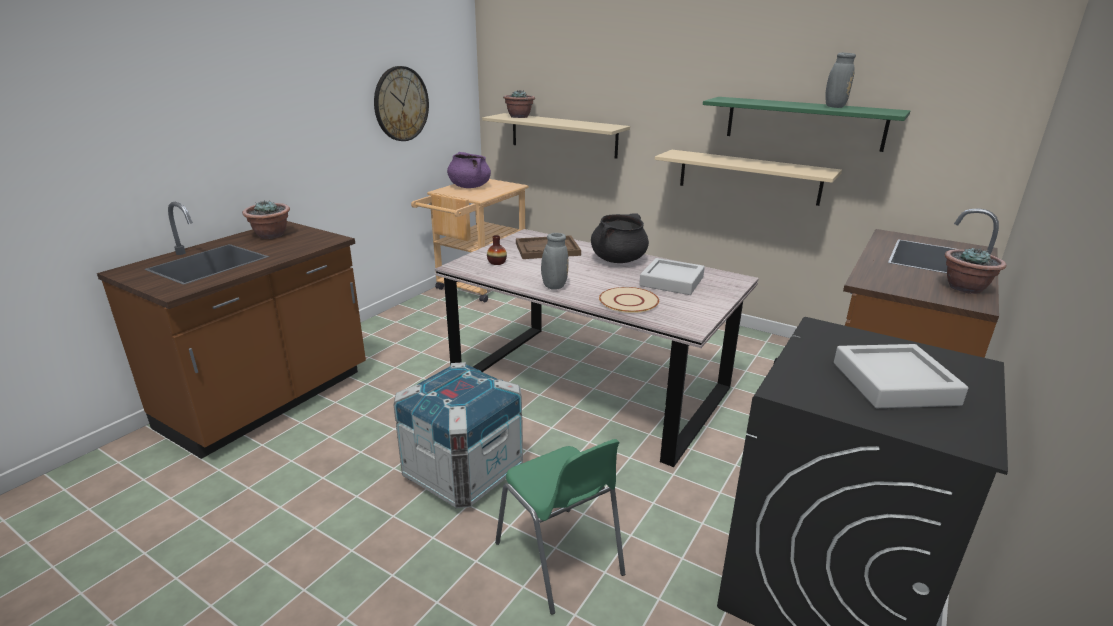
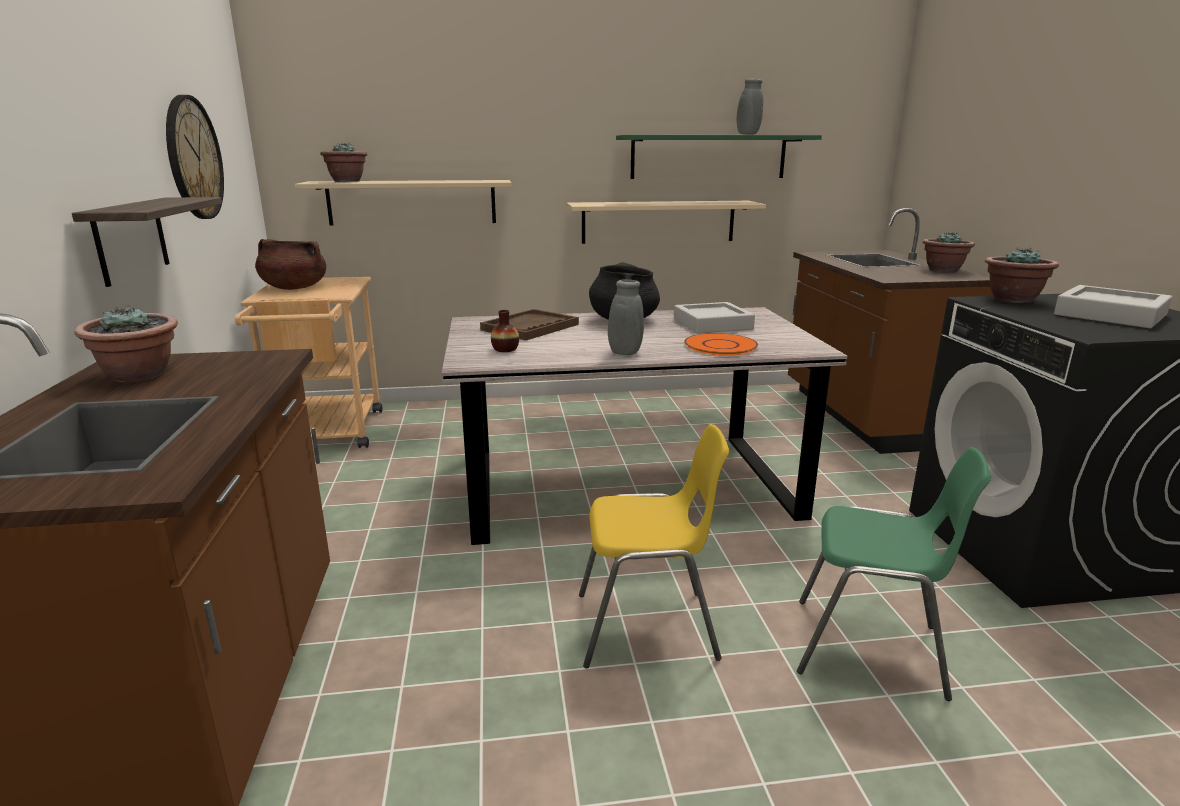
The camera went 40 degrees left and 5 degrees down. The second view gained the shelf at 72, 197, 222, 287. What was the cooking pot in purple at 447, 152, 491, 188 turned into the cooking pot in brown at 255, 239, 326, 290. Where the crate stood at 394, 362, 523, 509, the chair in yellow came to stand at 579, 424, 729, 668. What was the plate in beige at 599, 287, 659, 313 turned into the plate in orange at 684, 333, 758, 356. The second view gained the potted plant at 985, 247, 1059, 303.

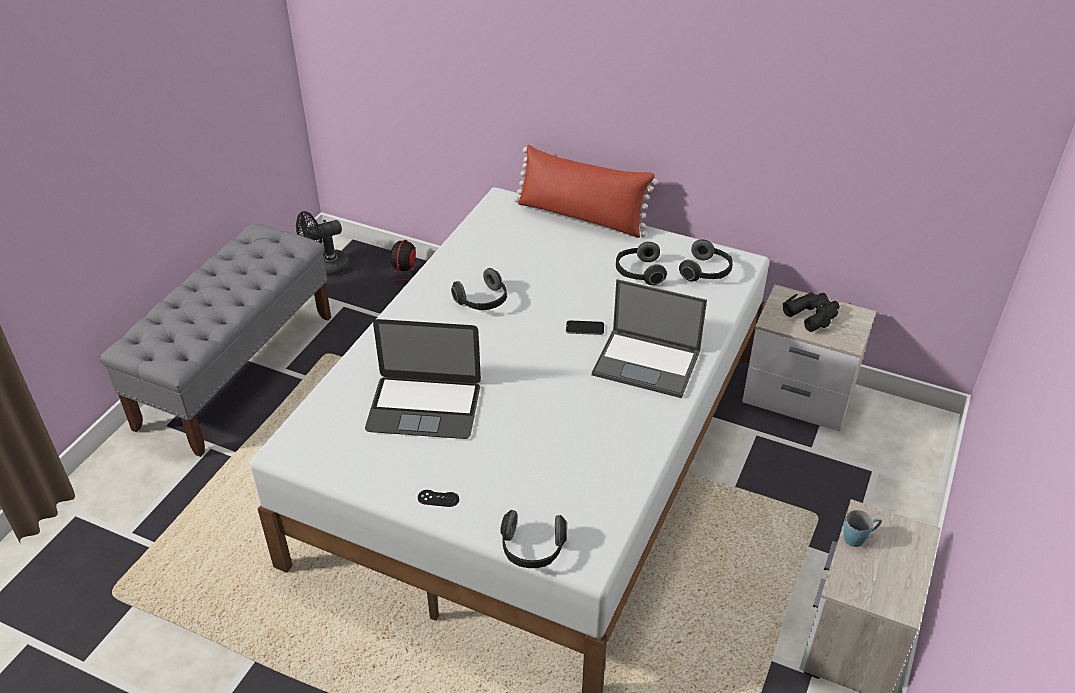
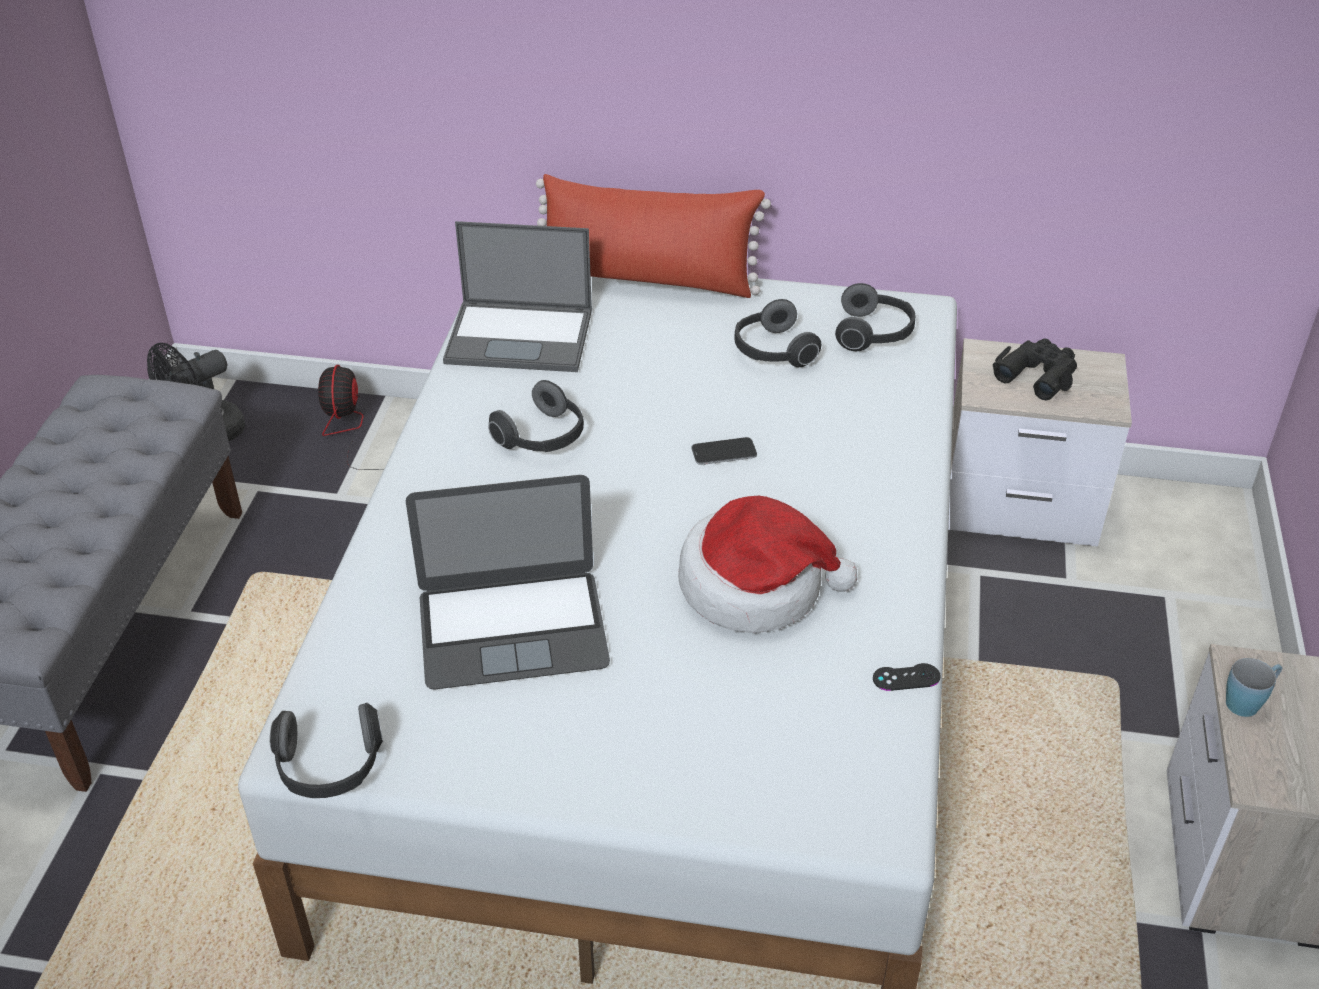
The camera went 15 degrees left and 0 degrees up. The headphones ended up elsewhere, having gone from 500, 510, 567, 568 to 270, 703, 383, 798. The laptop ended up elsewhere, having gone from 592, 279, 707, 398 to 443, 221, 592, 372. The second view gained the hat at 678, 496, 857, 633. The game controller in black ended up elsewhere, having gone from 418, 490, 459, 507 to 873, 663, 940, 691.

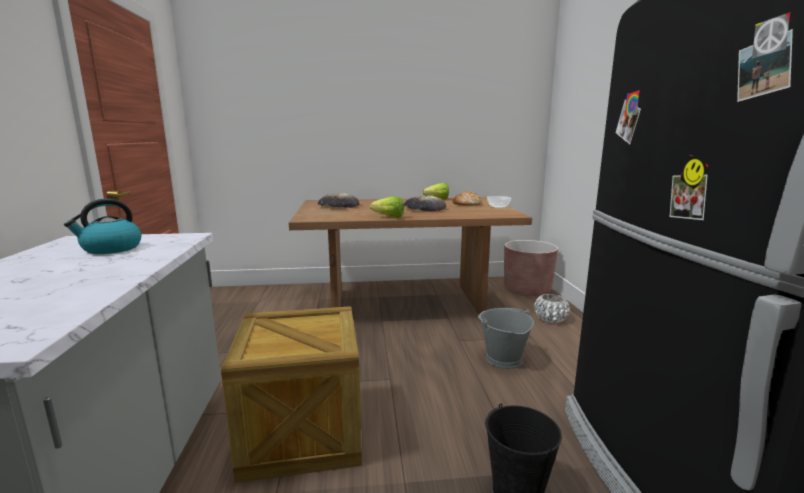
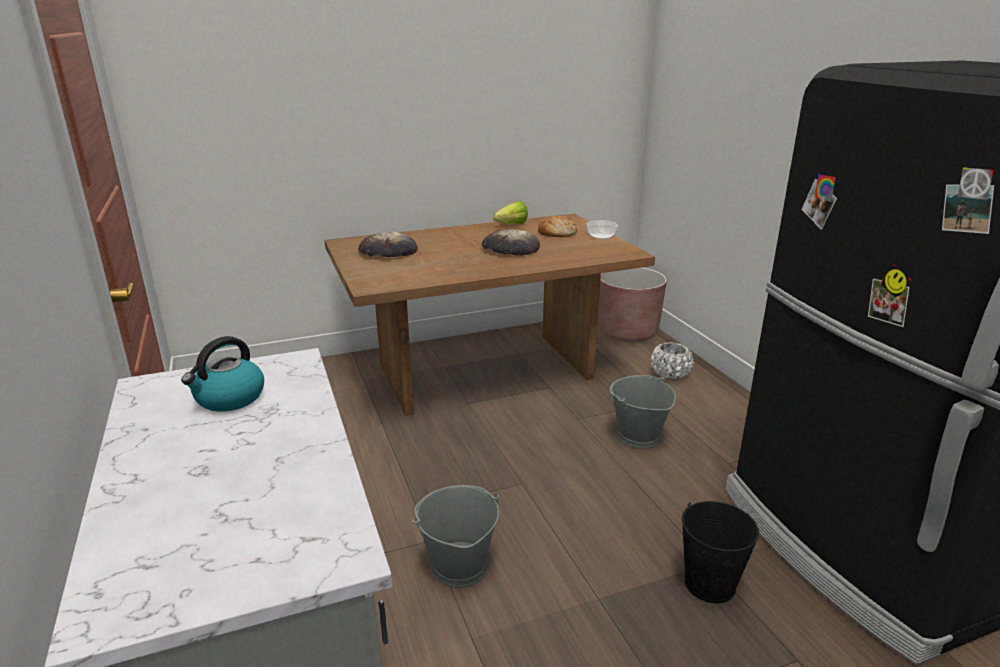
The camera went 15 degrees left and 10 degrees up. Where the crate stood at 221, 306, 362, 483, the bucket in grey came to stand at 412, 485, 500, 588. The second view lost the lettuce at 370, 196, 404, 218.

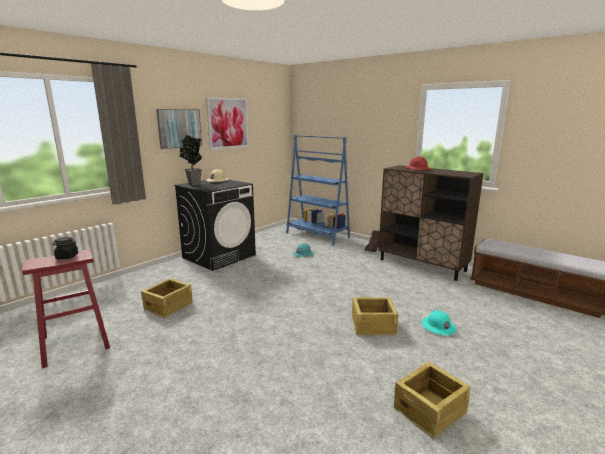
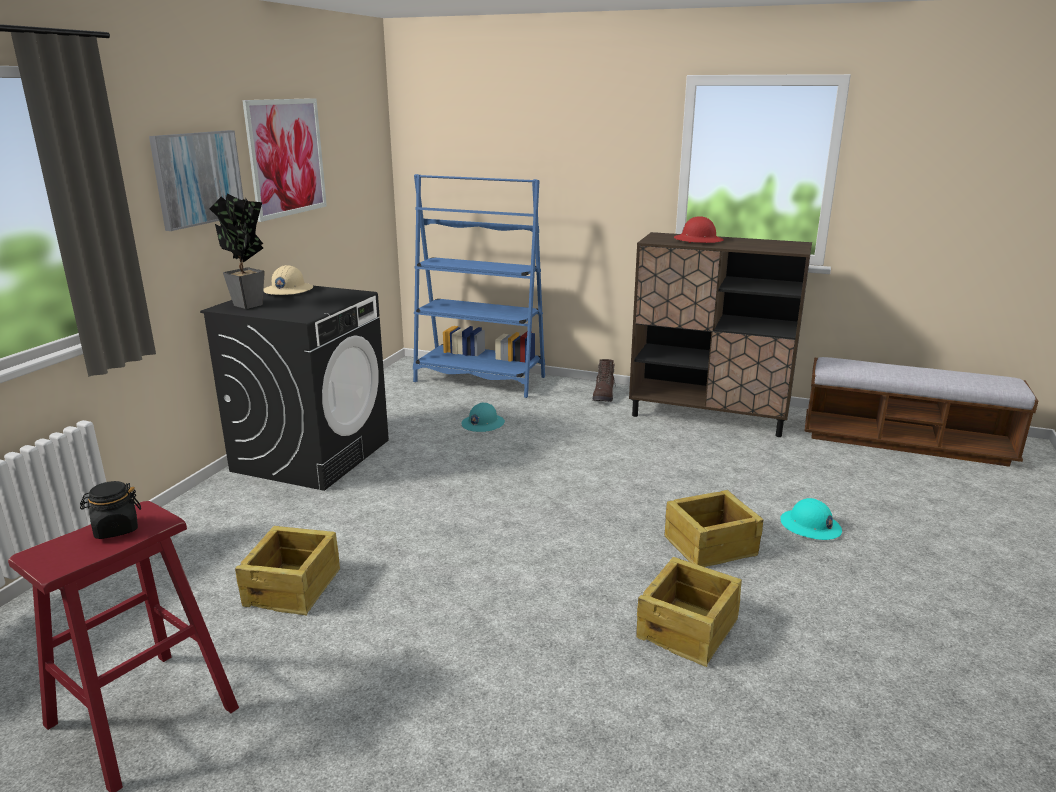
The camera went 20 degrees left and 5 degrees up. The crate ended up elsewhere, having gone from 394, 362, 471, 440 to 636, 557, 742, 667.

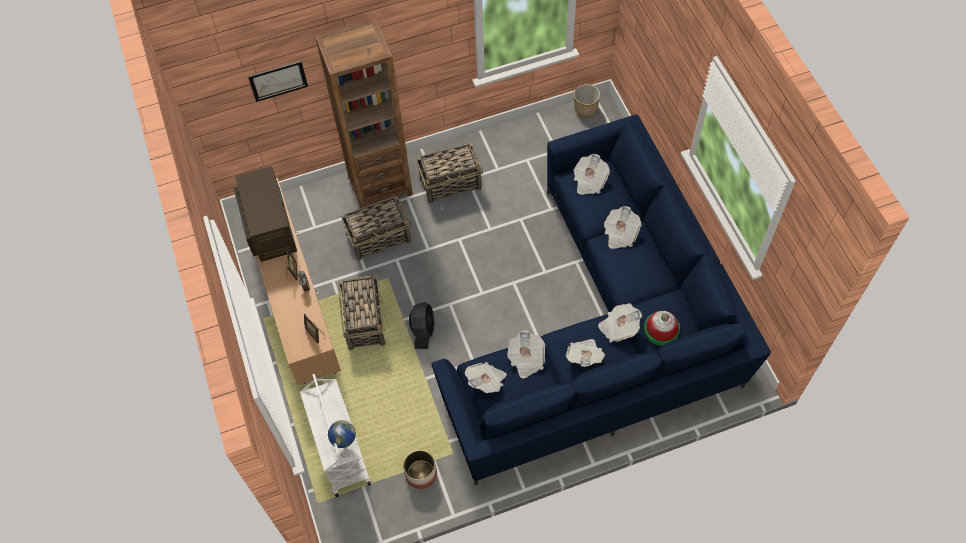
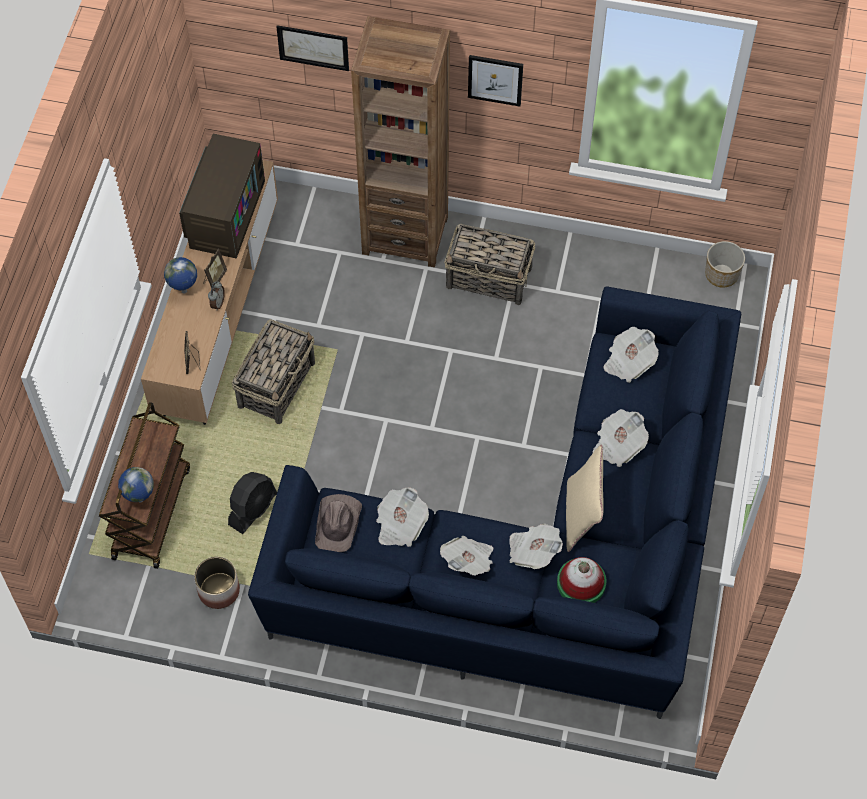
The camera went 30 degrees right and 0 degrees up. What was the cart in white at 300, 374, 371, 497 turned into the cart in brown at 99, 402, 190, 569. The second view gained the globe at 164, 257, 197, 293. The fan in black ended up elsewhere, having gone from 409, 302, 434, 349 to 228, 472, 277, 534. Where the newspaper stood at 465, 362, 507, 393, the hat in brown came to stand at 315, 494, 362, 552. The second view gained the picture at 468, 55, 523, 107. The second view gained the pillow in beige at 566, 445, 604, 552. The second view lost the basket at 342, 196, 411, 261.

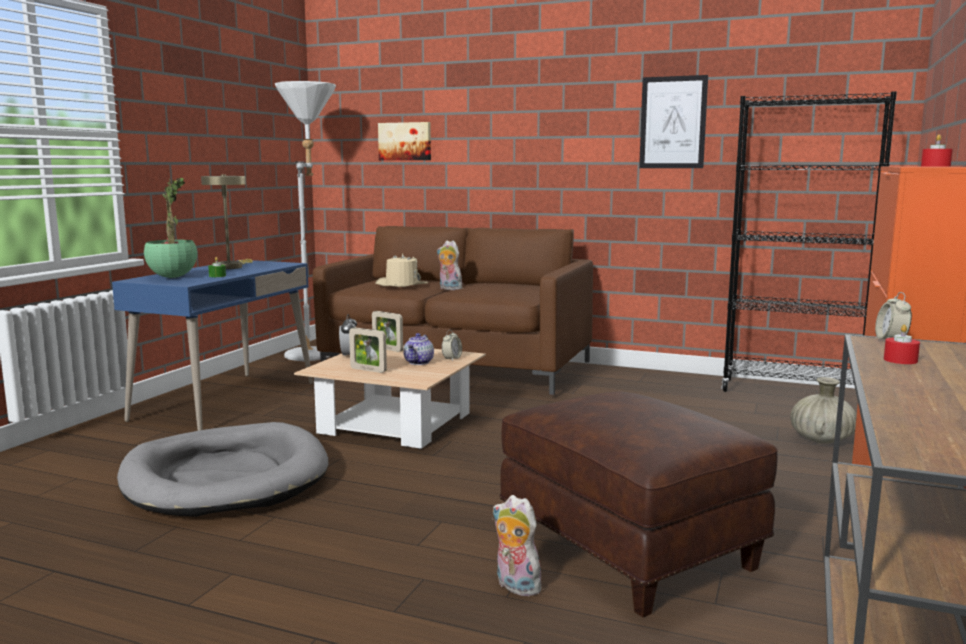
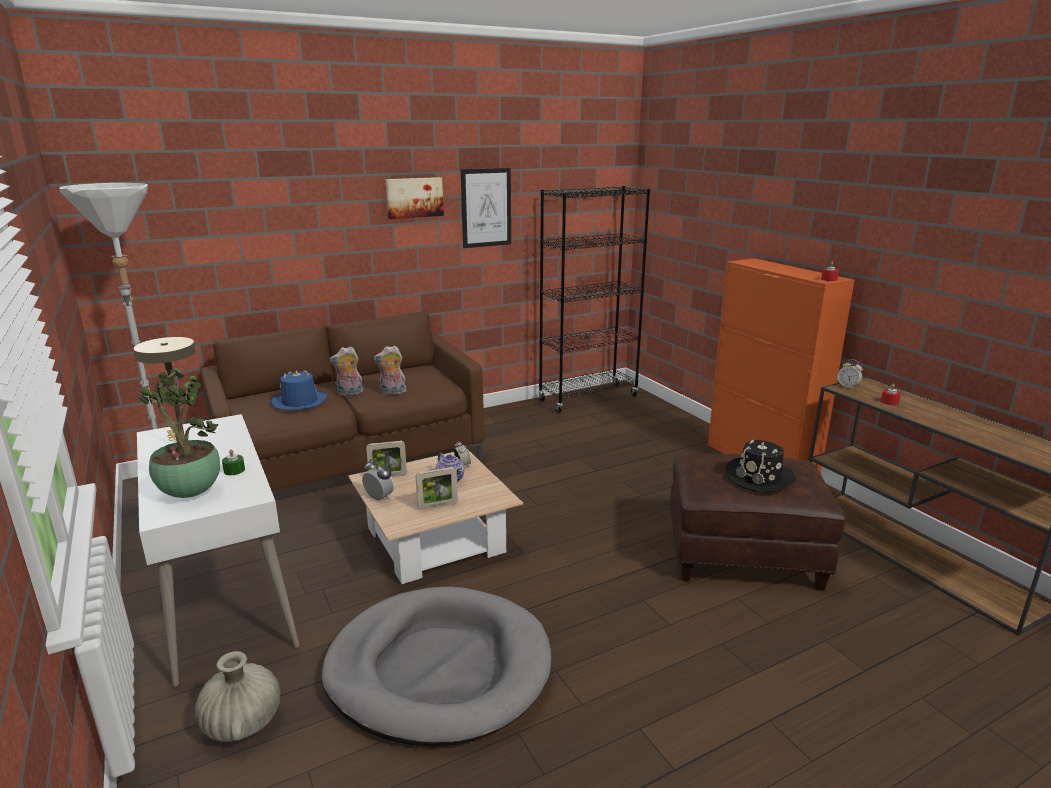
The camera went 50 degrees left and 10 degrees up. What was the desk in blue at 112, 260, 313, 431 turned into the desk in white at 137, 414, 299, 687. The vase in beige ended up elsewhere, having gone from 790, 377, 857, 444 to 194, 651, 281, 742. What was the hat in beige at 375, 254, 428, 287 turned into the hat in blue at 271, 370, 327, 410. The plush toy ended up elsewhere, having gone from 493, 495, 546, 596 to 374, 345, 407, 395. The picture ended up elsewhere, having gone from 378, 122, 431, 160 to 385, 177, 444, 219. The second view gained the hat in black at 725, 440, 796, 493.

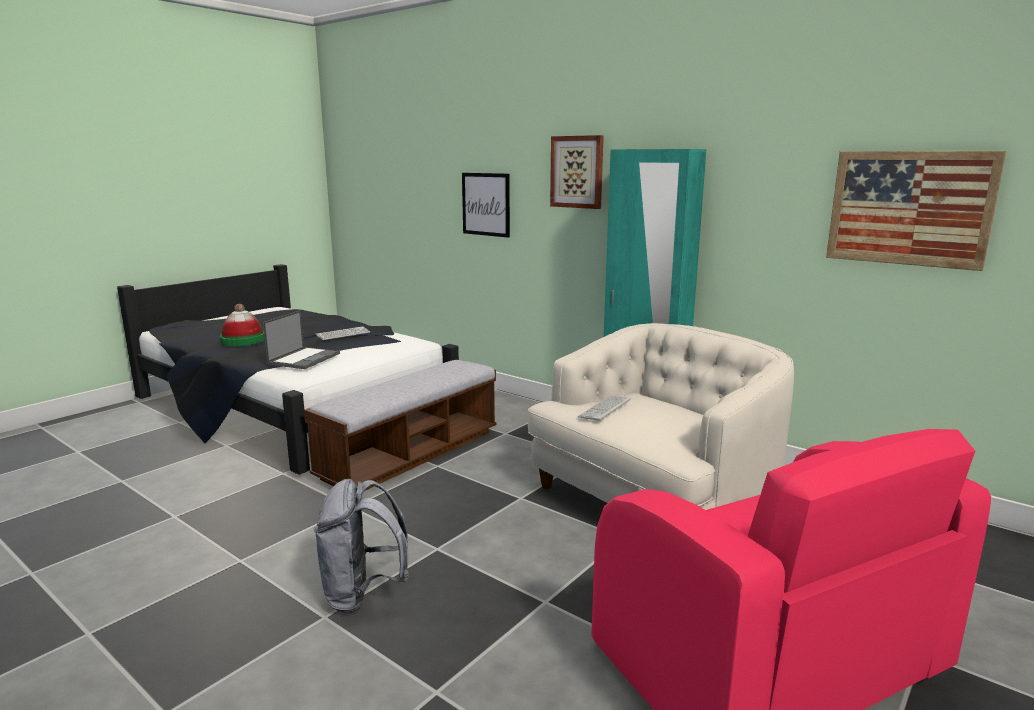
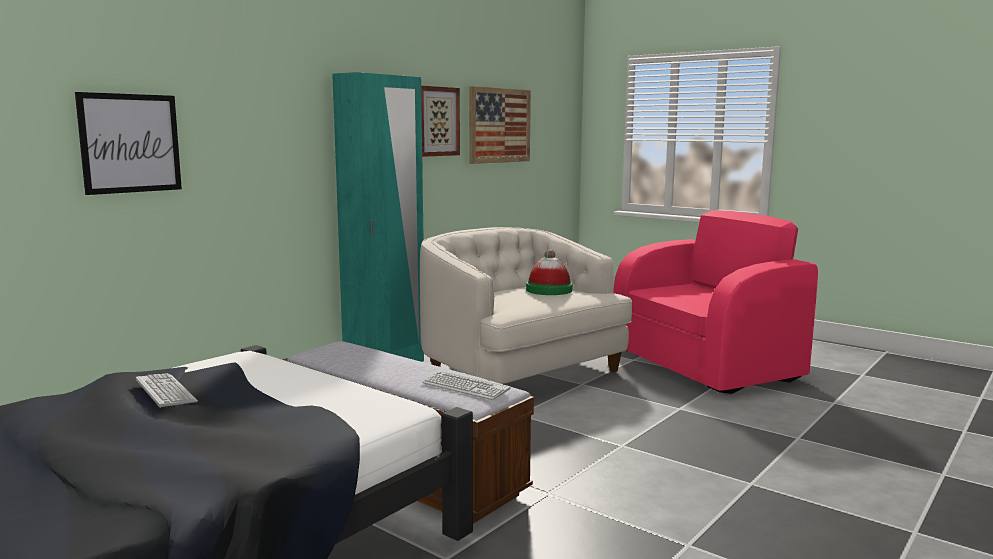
The camera went 90 degrees left and 5 degrees down. The picture ended up elsewhere, having gone from 550, 135, 604, 209 to 421, 86, 460, 157. The keyboard ended up elsewhere, having gone from 577, 396, 630, 421 to 422, 371, 510, 400. The hat ended up elsewhere, having gone from 220, 304, 264, 346 to 526, 250, 573, 295. The second view lost the laptop at 263, 310, 340, 369. The second view lost the backpack in grey at 314, 479, 409, 613.

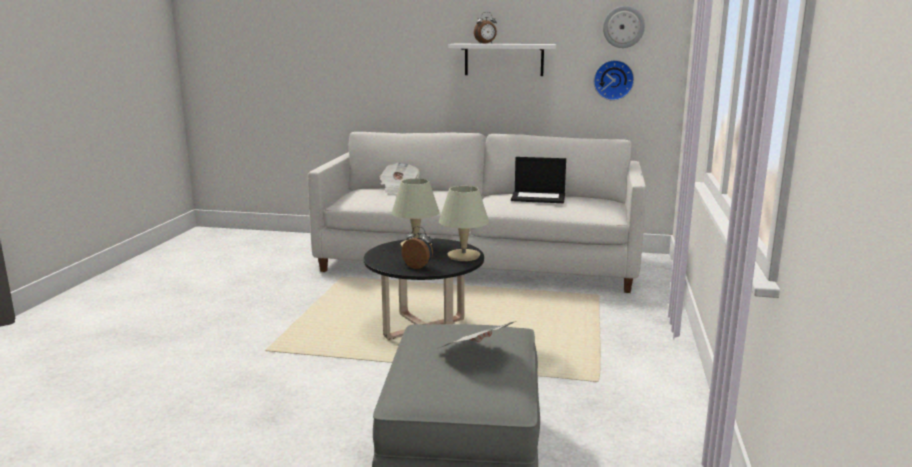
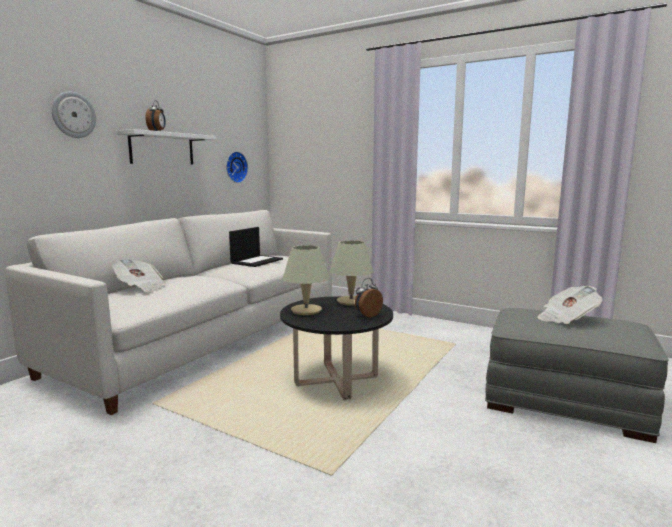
The camera went 70 degrees left and 5 degrees down. The wall clock ended up elsewhere, having gone from 603, 6, 645, 48 to 52, 92, 96, 138.

